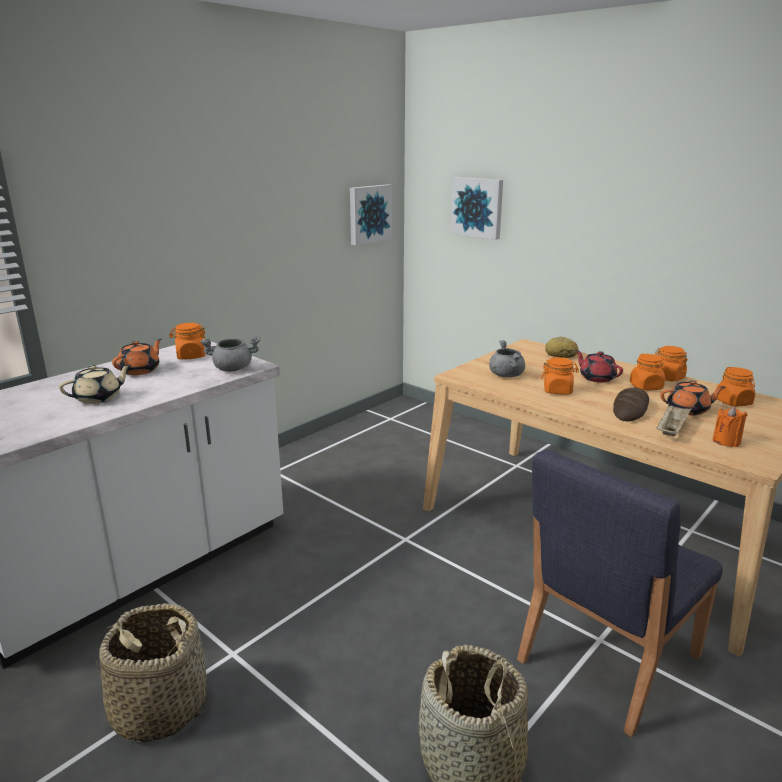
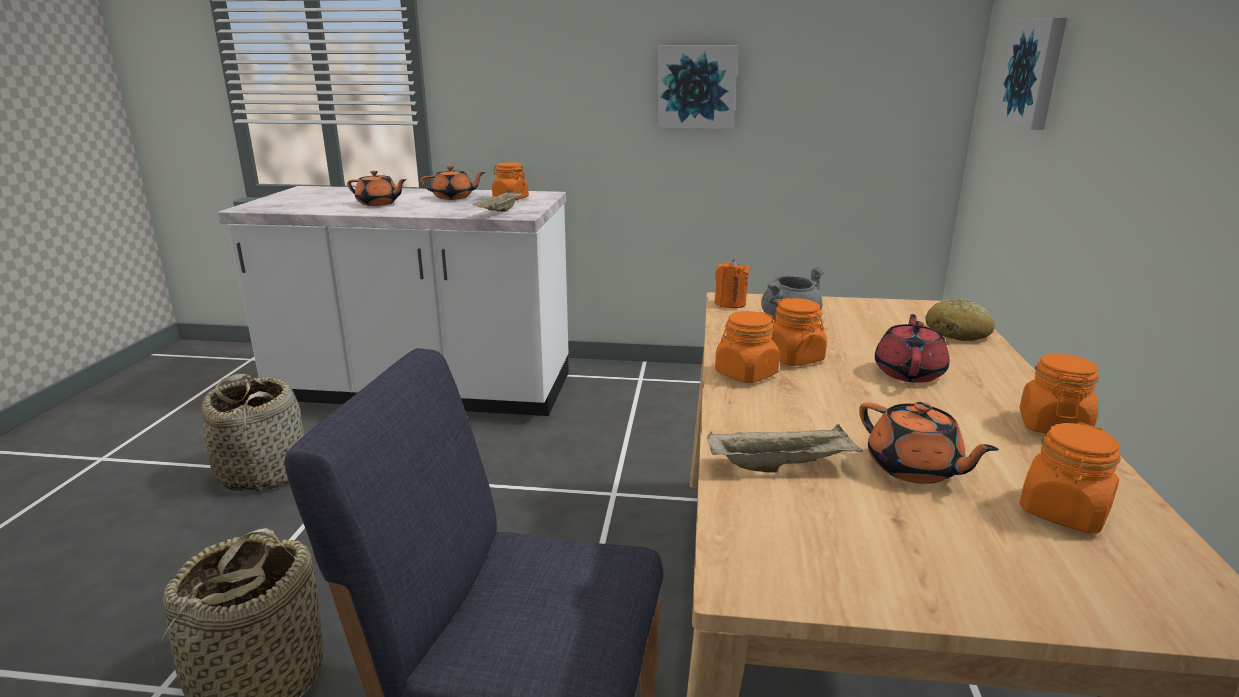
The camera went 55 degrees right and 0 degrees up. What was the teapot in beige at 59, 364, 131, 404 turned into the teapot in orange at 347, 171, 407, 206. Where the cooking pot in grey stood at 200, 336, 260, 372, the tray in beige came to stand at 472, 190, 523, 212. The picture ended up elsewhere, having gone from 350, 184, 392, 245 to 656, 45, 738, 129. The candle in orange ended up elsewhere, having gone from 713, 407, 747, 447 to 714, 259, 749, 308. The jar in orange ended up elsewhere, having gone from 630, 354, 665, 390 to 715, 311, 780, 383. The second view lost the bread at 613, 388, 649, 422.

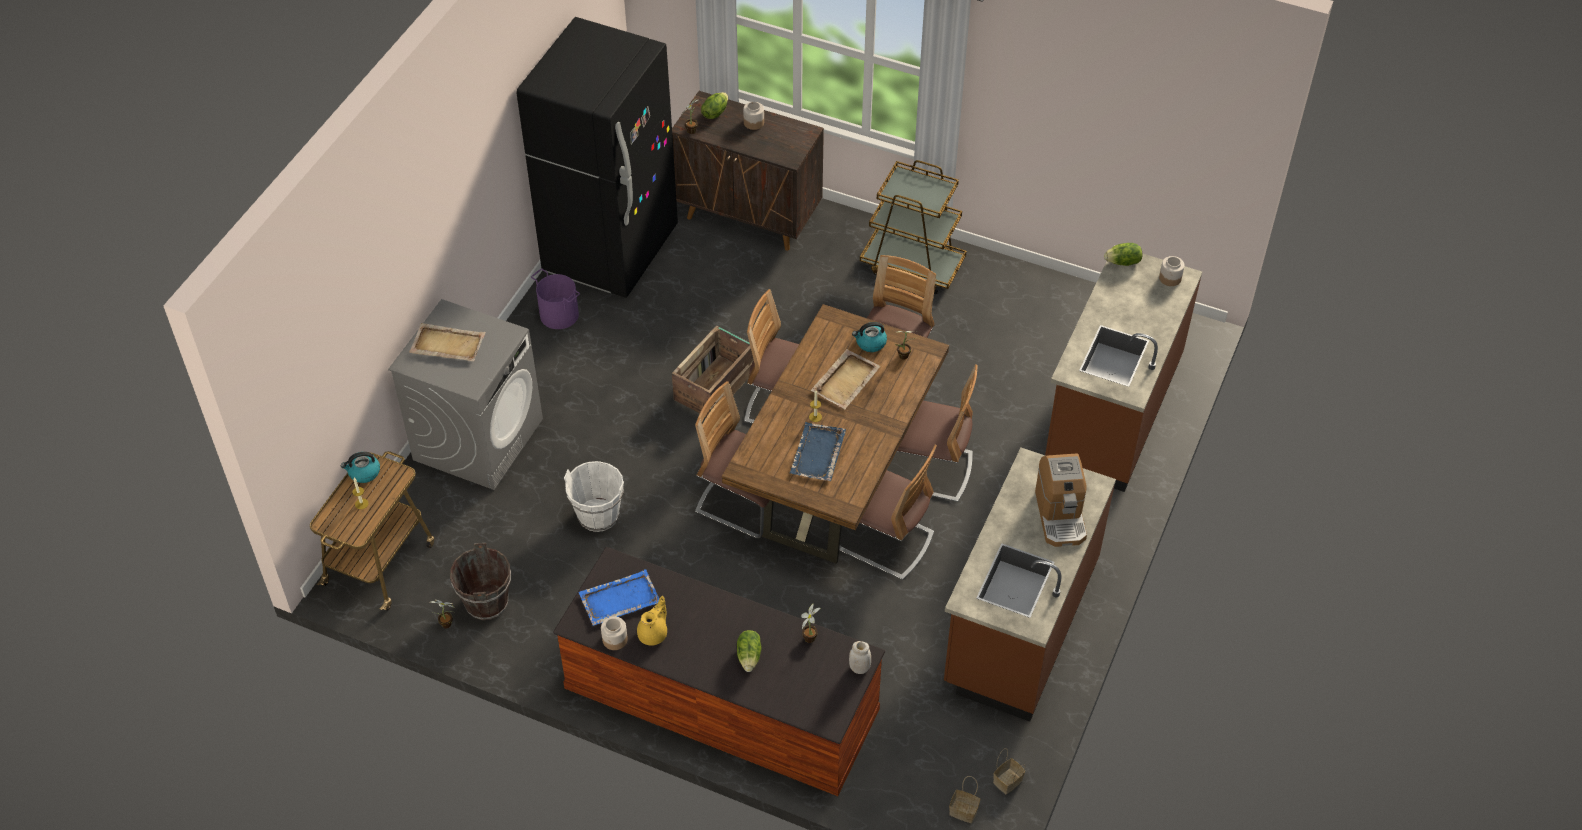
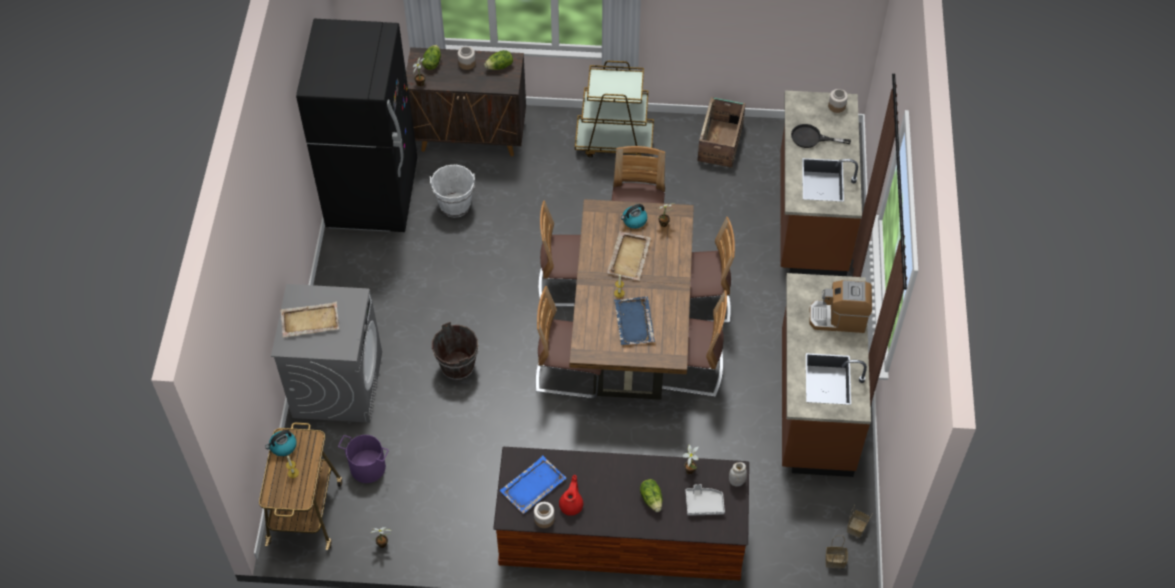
The camera went 20 degrees left and 5 degrees up. The bucket in purple ended up elsewhere, having gone from 531, 269, 580, 329 to 338, 435, 389, 483. The bucket in white ended up elsewhere, having gone from 564, 461, 624, 532 to 430, 165, 475, 218. The bucket in brown ended up elsewhere, having gone from 450, 543, 511, 620 to 432, 322, 478, 380. The lettuce ended up elsewhere, having gone from 1104, 243, 1143, 266 to 484, 50, 513, 70. What was the teapot in yellow at 637, 596, 667, 646 turned into the teapot in red at 559, 475, 583, 516. The second view gained the tray in grey at 685, 484, 725, 516. The crate ended up elsewhere, having gone from 672, 326, 754, 417 to 697, 97, 746, 168. The second view gained the frying pan in black at 791, 124, 851, 148. The coffee machine at 1035, 453, 1087, 547 ended up facing another way, 120 degrees clockwise from before.

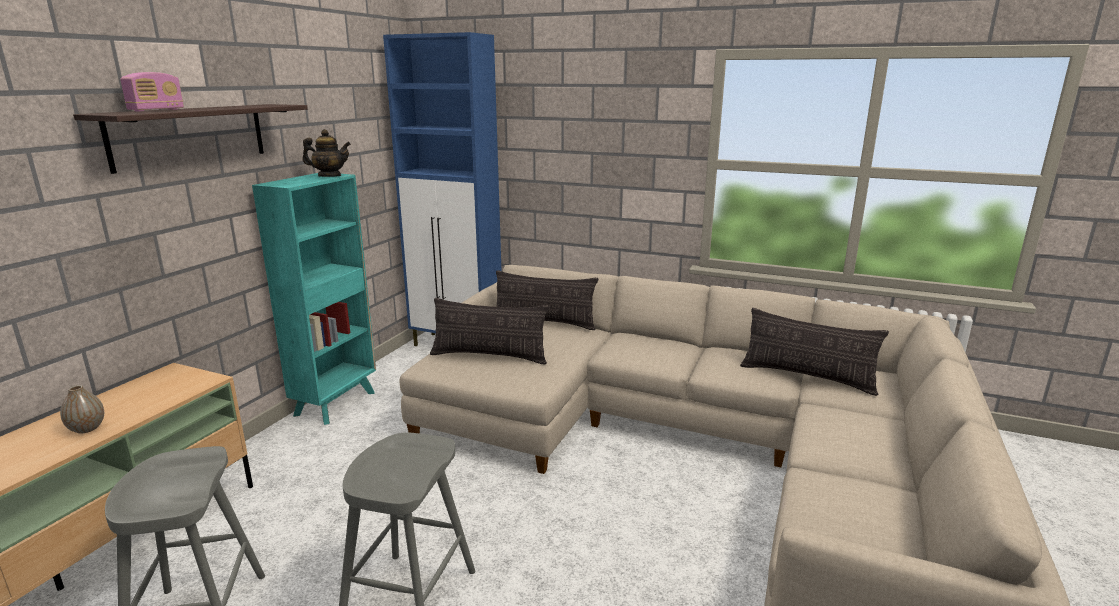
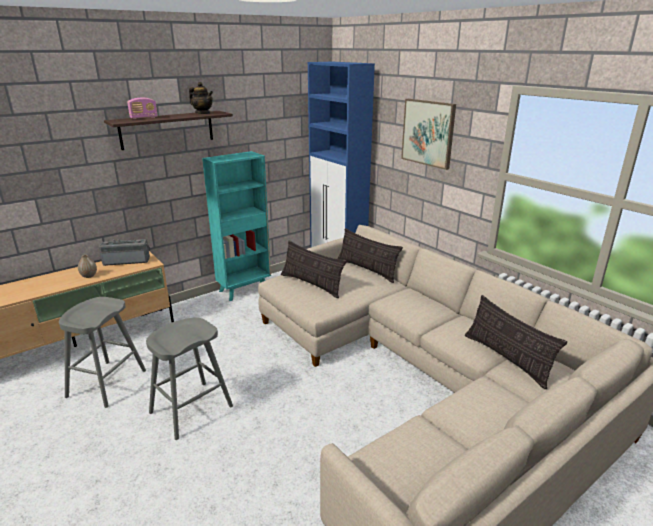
The camera went 30 degrees right and 5 degrees up. The second view gained the radio at 99, 239, 150, 266. The teapot ended up elsewhere, having gone from 302, 129, 351, 177 to 189, 82, 213, 114. The second view gained the picture at 401, 99, 456, 170.

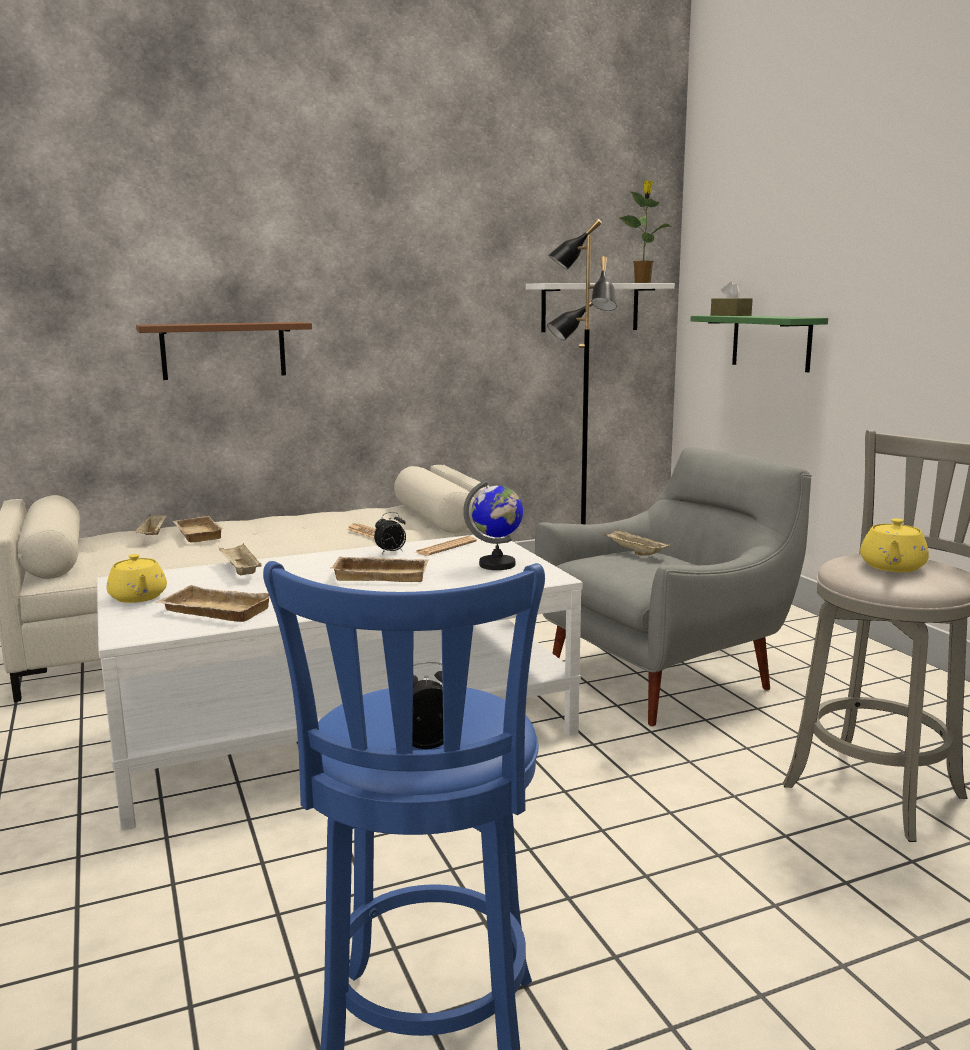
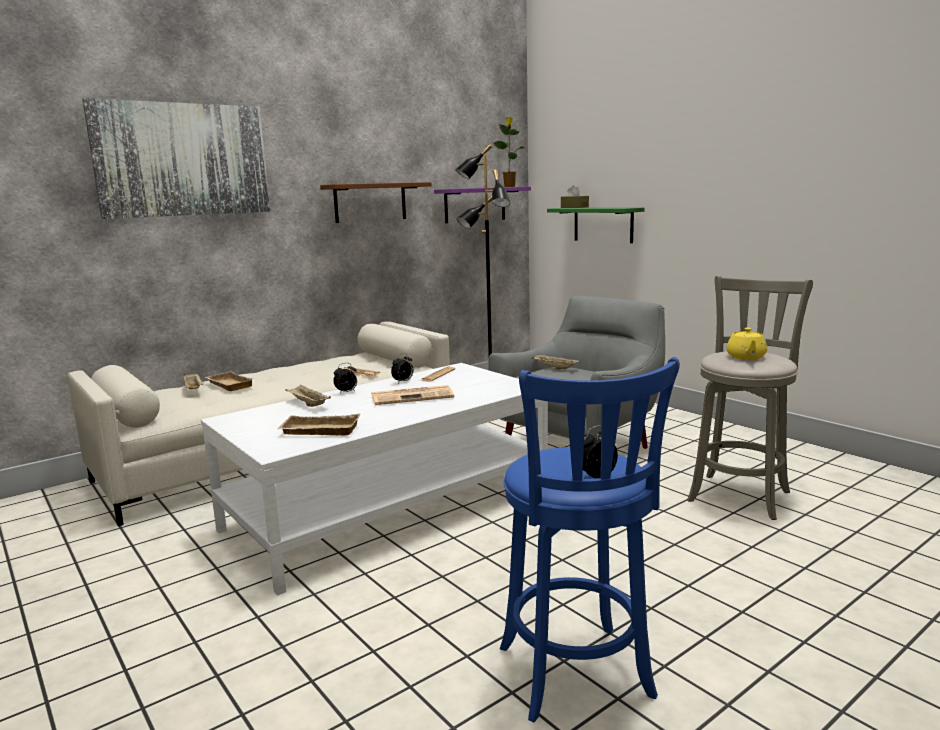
The camera went 15 degrees left and 0 degrees up. The second view gained the picture at 82, 98, 270, 219. The shelf in brown ended up elsewhere, having gone from 136, 322, 312, 380 to 320, 182, 432, 223. The second view gained the alarm clock at 333, 363, 357, 394. Where the tray in beige stood at 330, 556, 429, 582, the newspaper came to stand at 372, 385, 454, 405. What was the shelf in white at 526, 283, 675, 332 turned into the shelf in purple at 434, 187, 531, 223. The second view lost the teapot in yellow at 107, 554, 167, 603. The second view lost the globe at 463, 480, 523, 570.

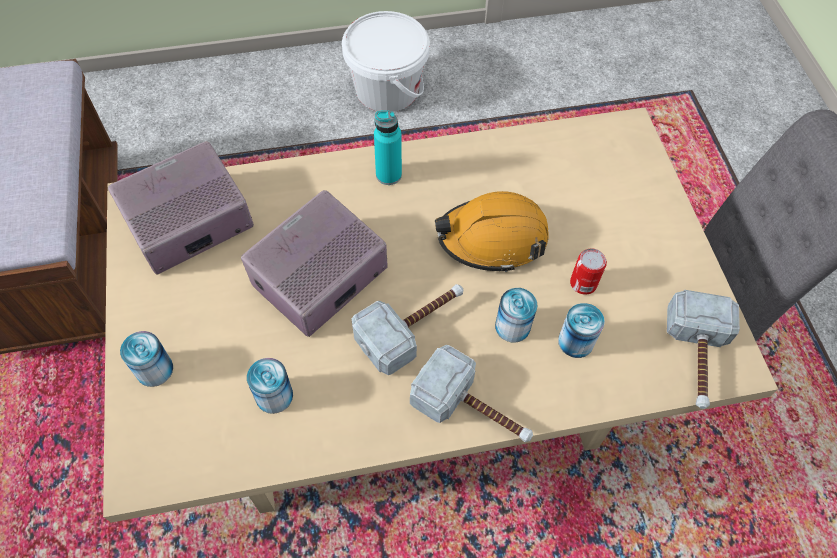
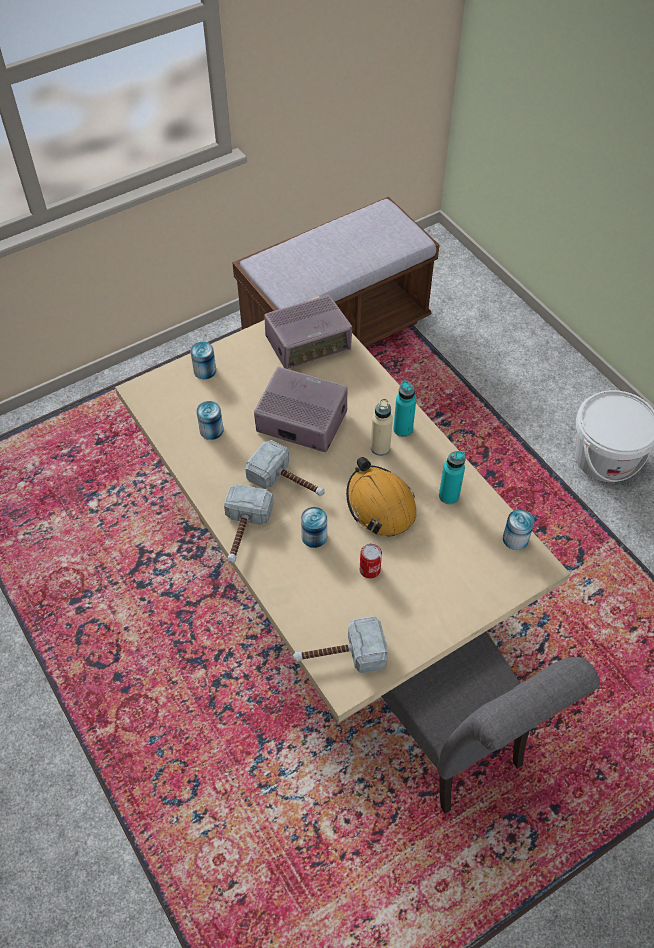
The camera went 70 degrees right and 5 degrees down. The radio at 108, 141, 254, 275 ended up facing another way, 120 degrees clockwise from before. The second view gained the bottle in beige at 370, 399, 393, 456. The second view gained the bottle in turquoise at 439, 451, 466, 504. The can ended up elsewhere, having gone from 558, 303, 605, 358 to 503, 509, 534, 550.

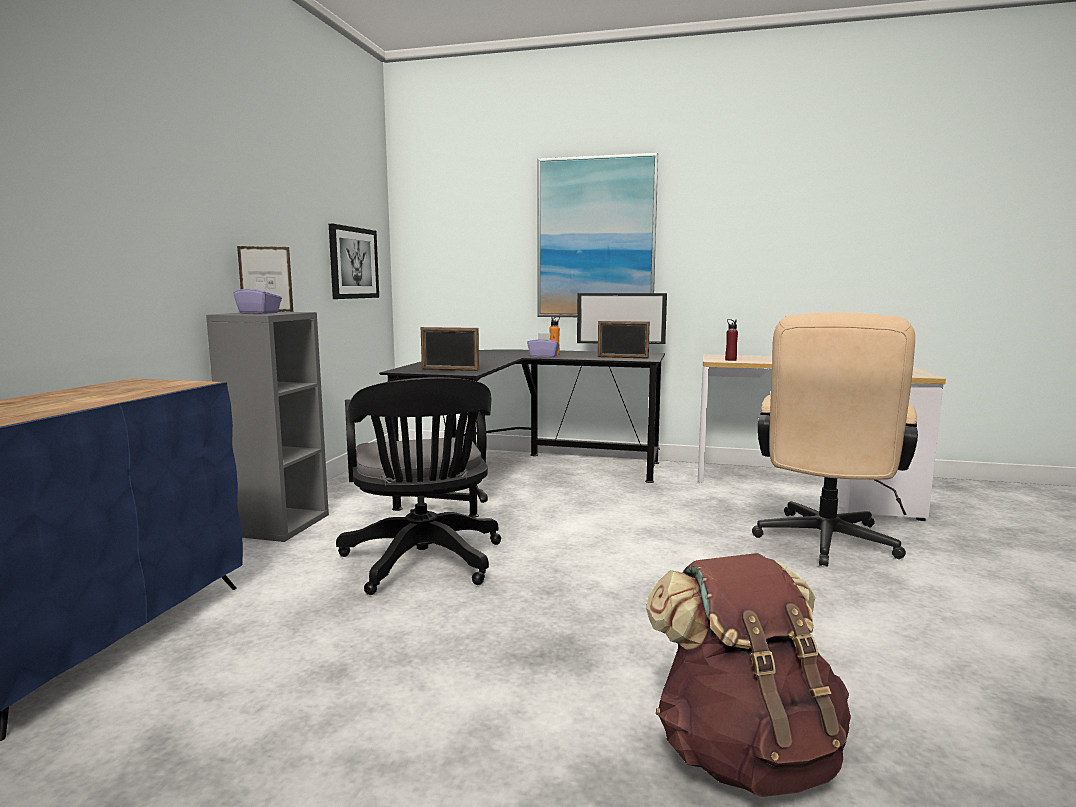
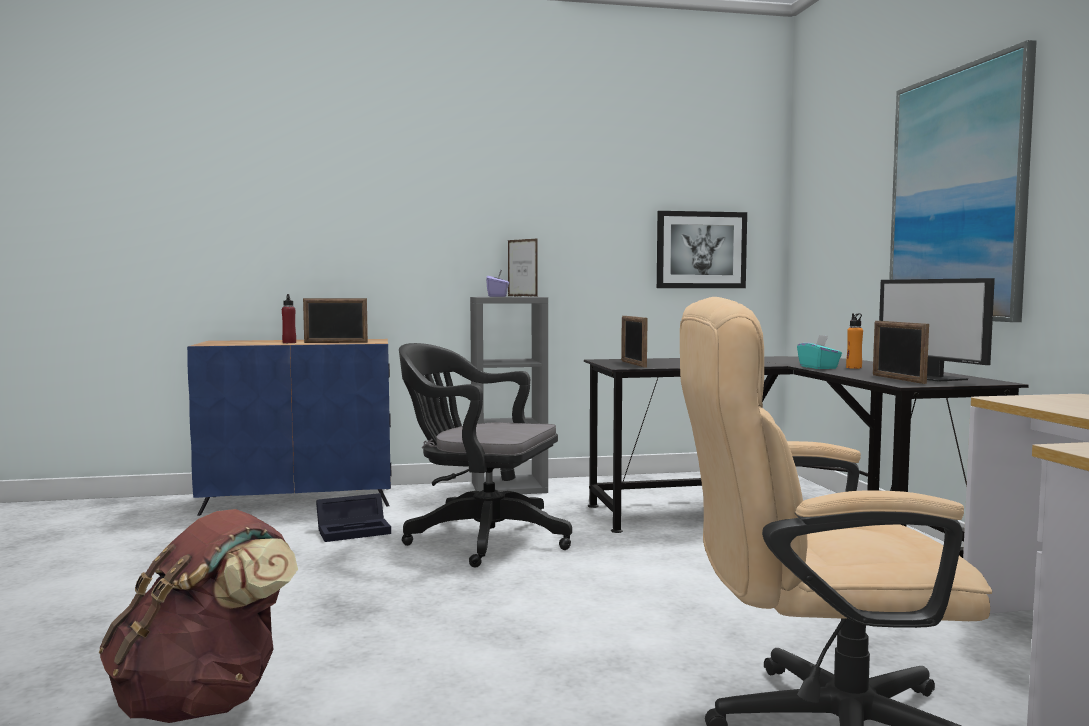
The camera went 65 degrees right and 5 degrees down. The bottle in red ended up elsewhere, having gone from 725, 319, 738, 361 to 282, 294, 296, 343. The second view gained the picture frame at 303, 298, 368, 343. The second view gained the storage box in black at 316, 493, 391, 542. The office chair in black at 336, 377, 501, 595 ended up facing another way, 60 degrees clockwise from before. What was the tissue box in purple at 527, 333, 559, 358 turned into the tissue box in turquoise at 797, 335, 842, 369.

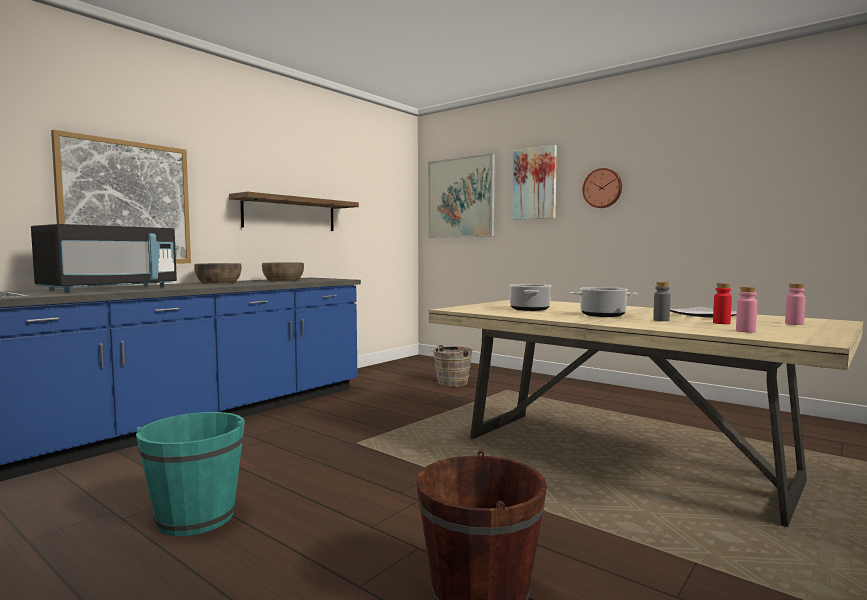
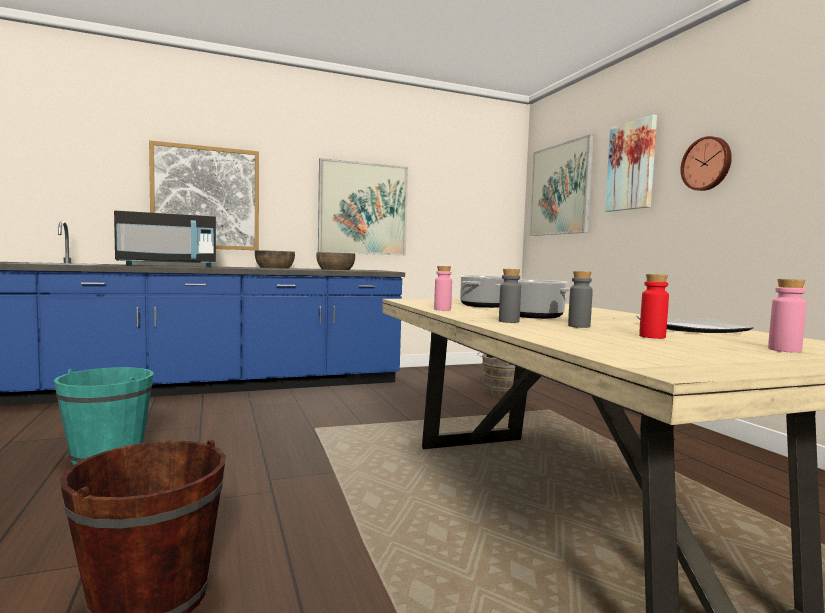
The camera went 30 degrees right and 0 degrees up. Where the shelf hung at 229, 192, 359, 231, the picture came to hang at 318, 158, 408, 255. The bottle in pink ended up elsewhere, having gone from 736, 286, 757, 333 to 434, 266, 452, 311. The second view gained the bottle in grey at 499, 269, 521, 323.

